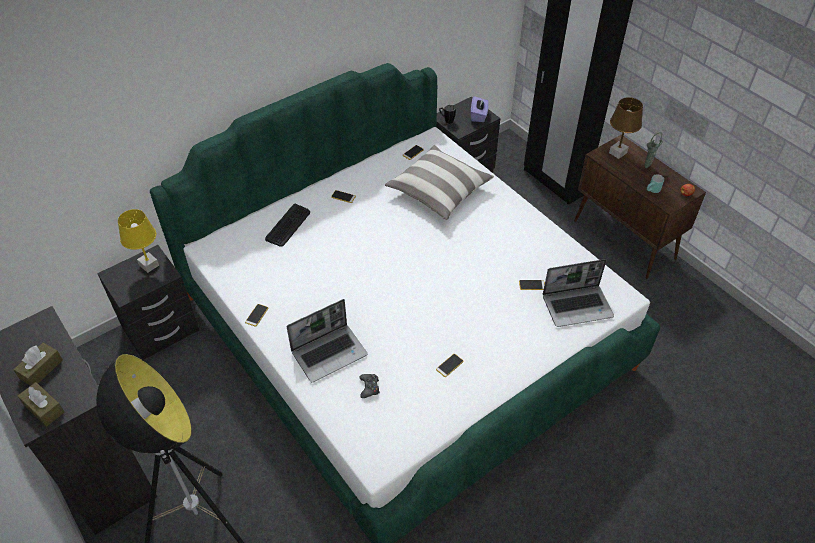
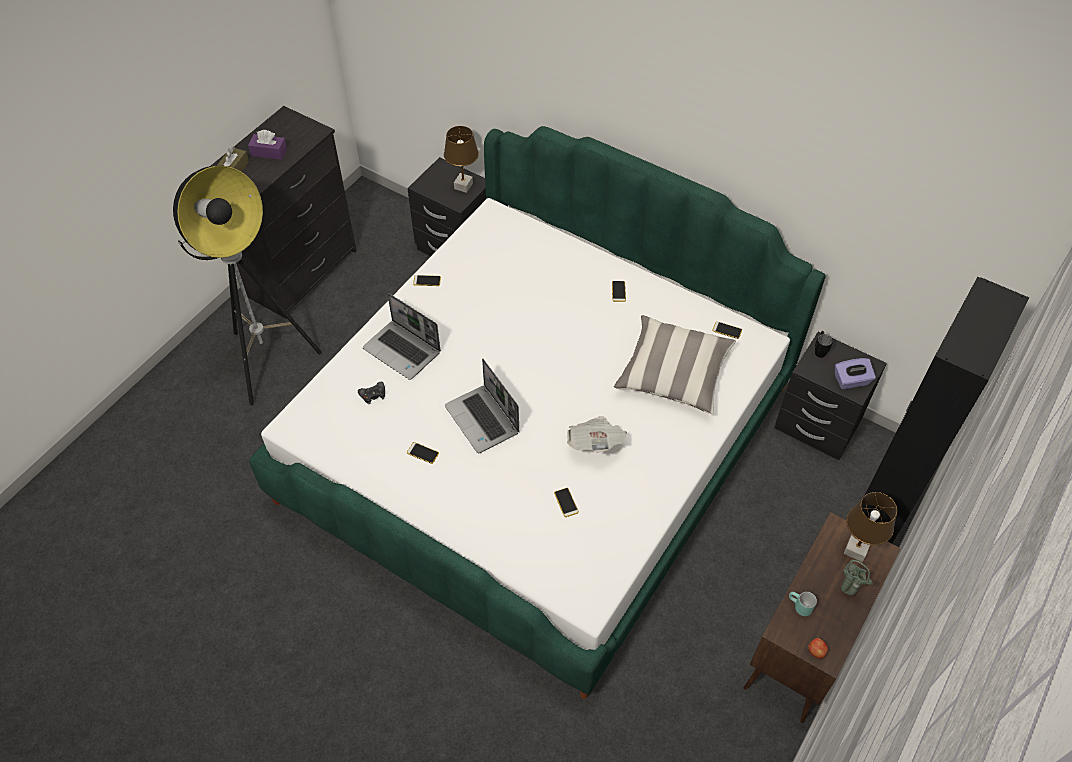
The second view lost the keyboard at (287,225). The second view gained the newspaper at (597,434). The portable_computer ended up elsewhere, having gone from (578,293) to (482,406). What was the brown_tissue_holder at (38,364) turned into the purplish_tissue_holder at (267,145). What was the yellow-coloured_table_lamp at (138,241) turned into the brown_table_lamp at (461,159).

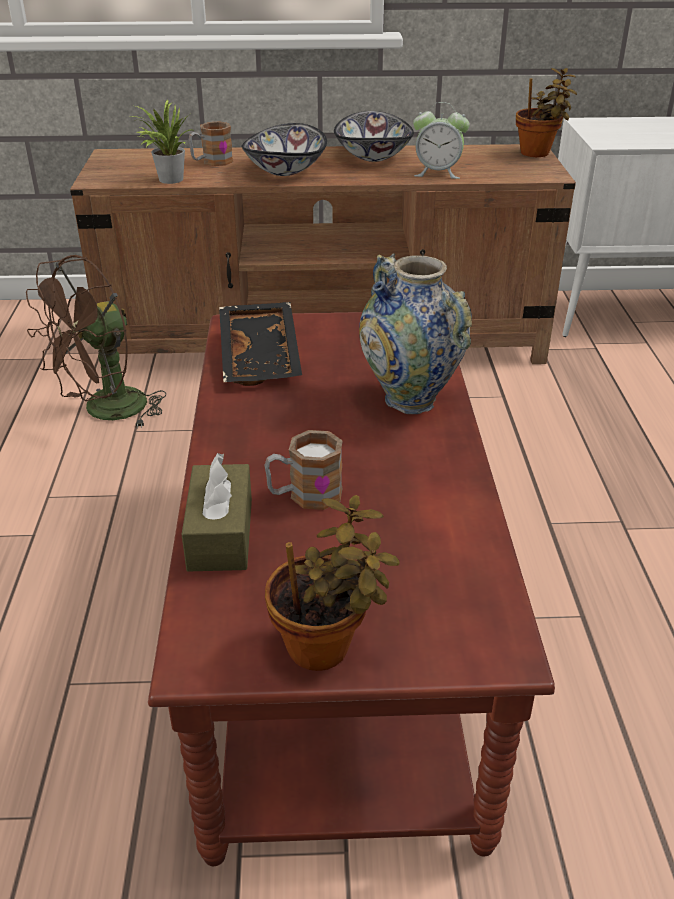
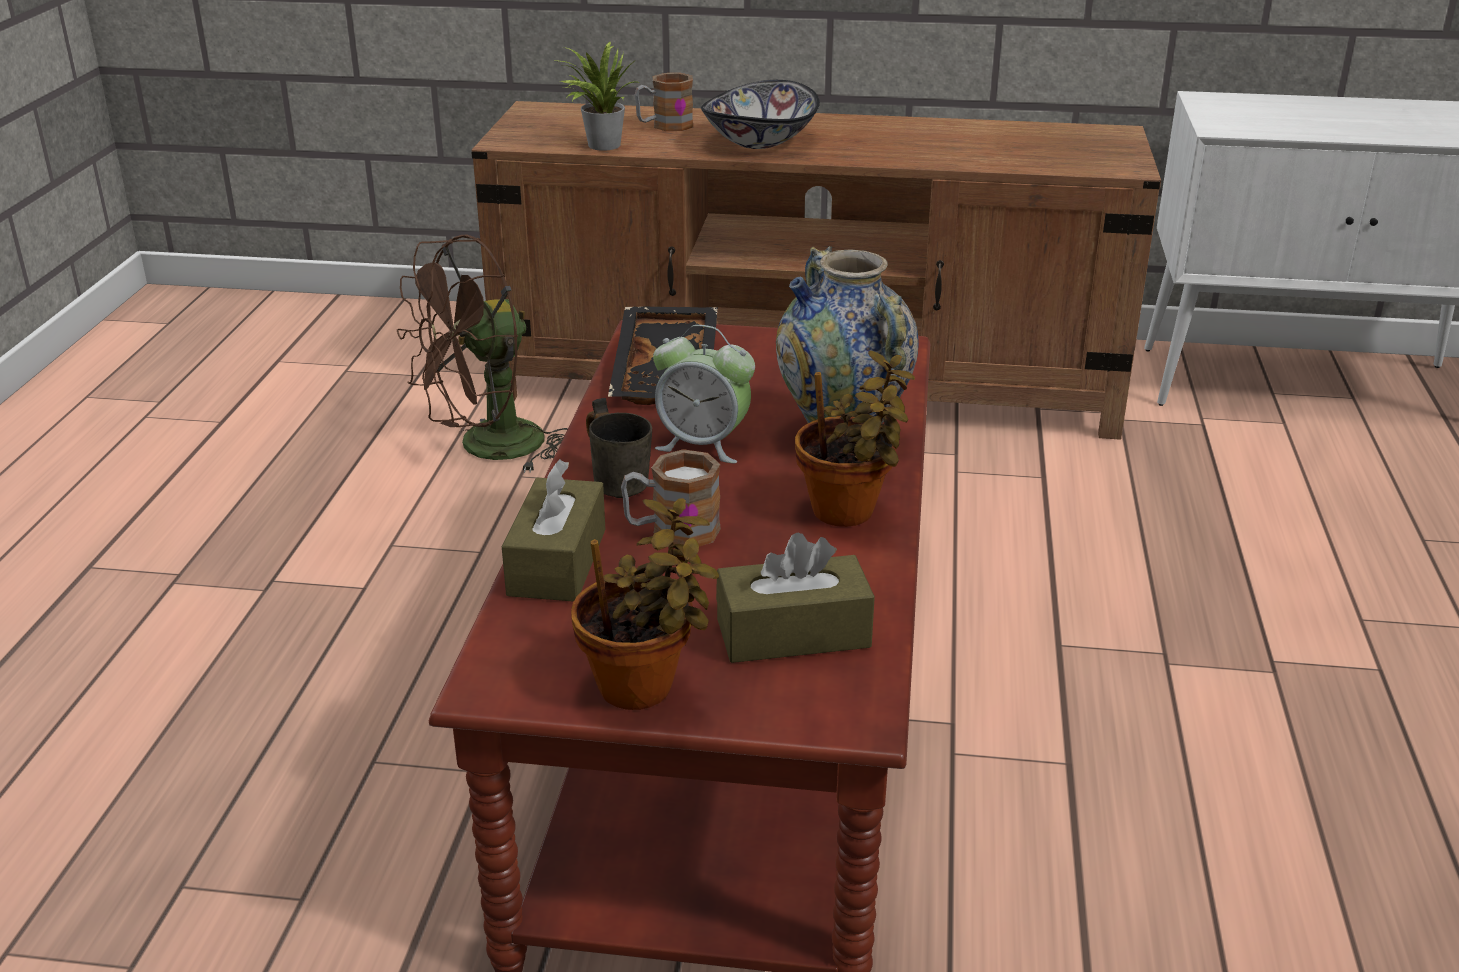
The second view lost the deep_dish at (374,136). The second view gained the gray_coffee_mug at (619,448). The second view gained the brown_tissue_holder at (795,597). The alarm_clock ended up elsewhere, having gone from (441,140) to (704,394). The potted_plant ended up elsewhere, having gone from (546,112) to (855,439).

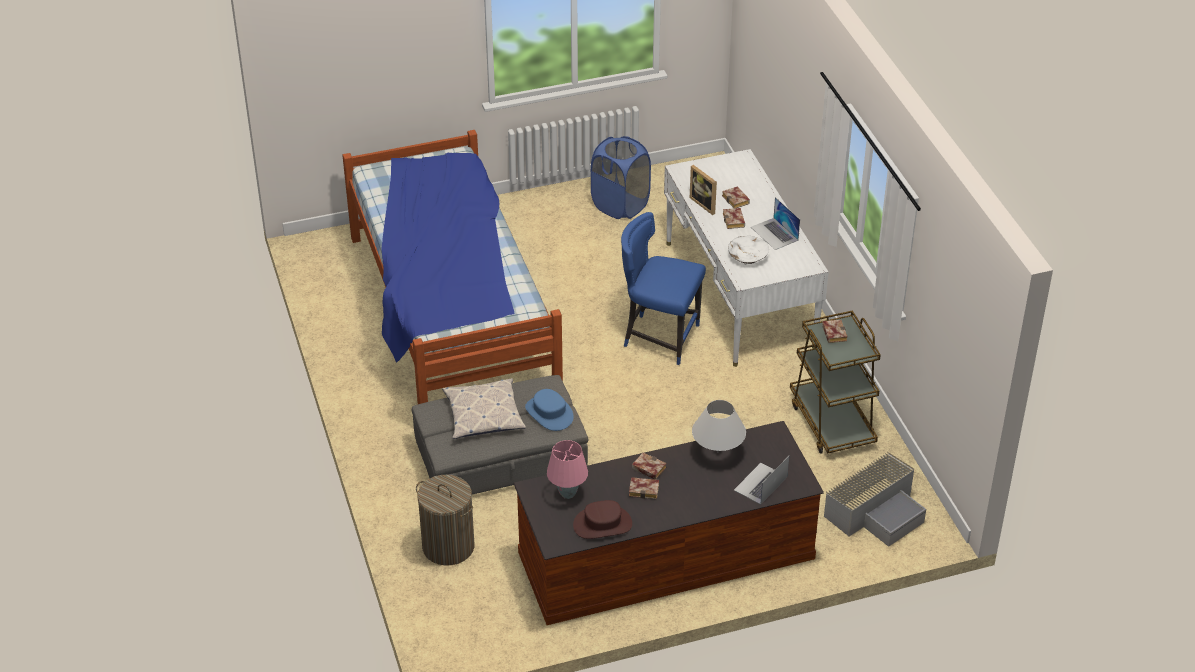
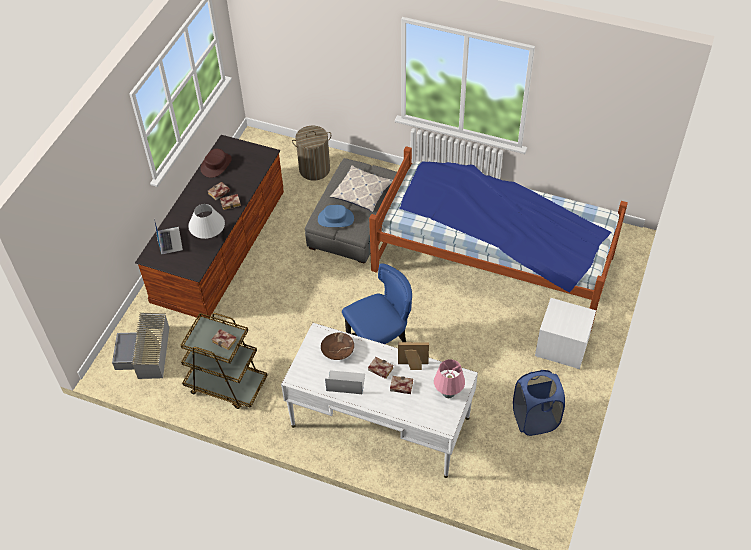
The second view gained the white-coloured_nightstand at (565,333). The pink_table_lamp ended up elsewhere, having gone from (567,469) to (449,378). What was the white-coloured_deep_dish at (748,250) turned into the brown_deep_dish at (337,346).

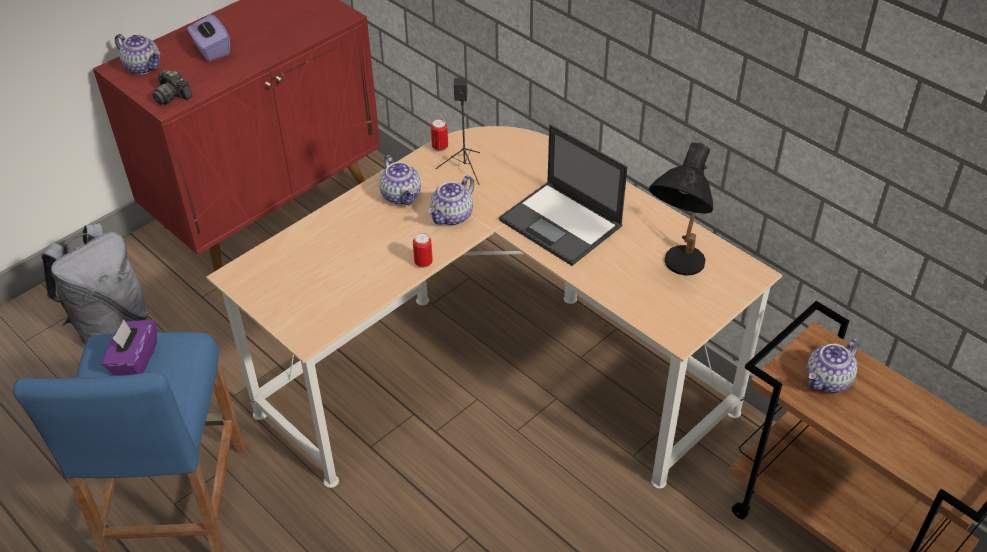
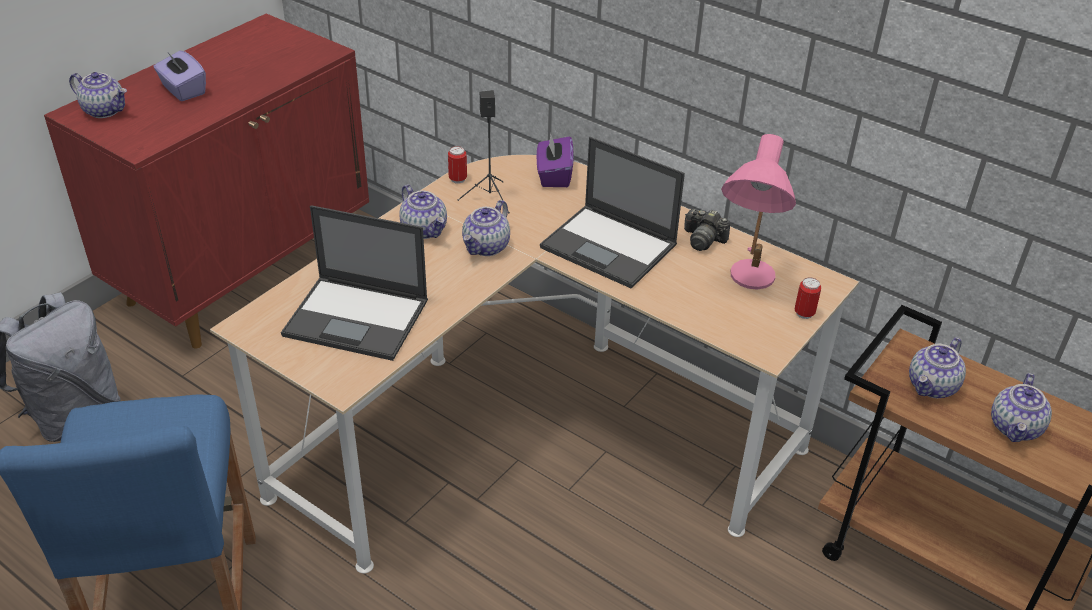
The second view gained the portable_computer at (354,283). The second view gained the teapot at (1021,407). The purplish_tissue_holder ended up elsewhere, having gone from (129,348) to (555,159). The still_camera ended up elsewhere, having gone from (173,87) to (707,230). The sealed_can ended up elsewhere, having gone from (423,250) to (808,298). What was the black-coloured_table_lamp at (681,209) turned into the pink_table_lamp at (758,212).

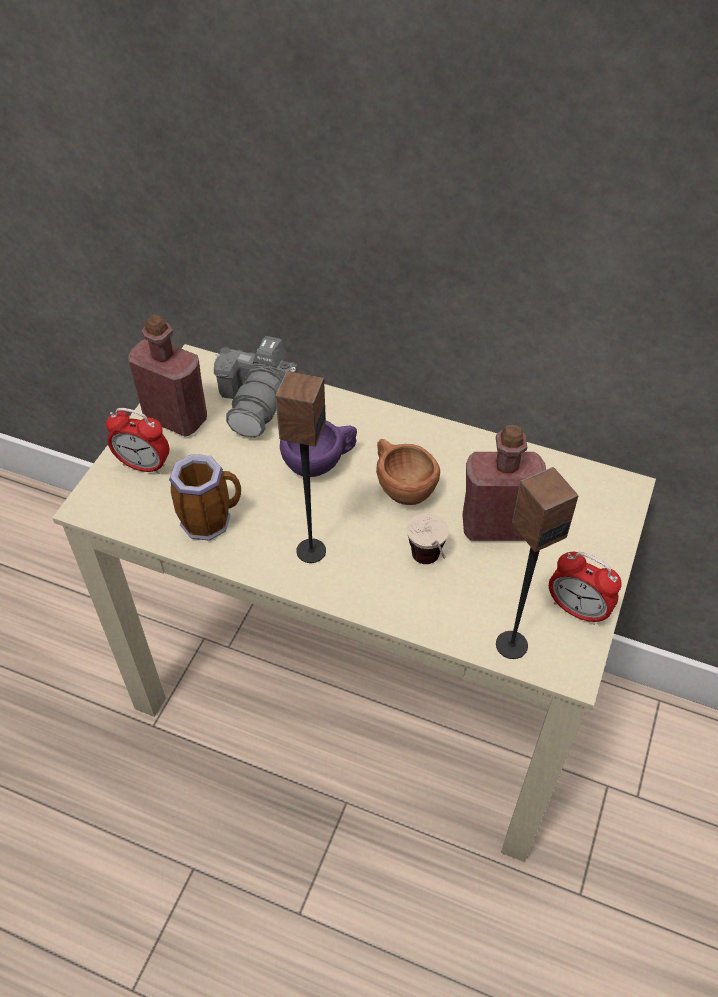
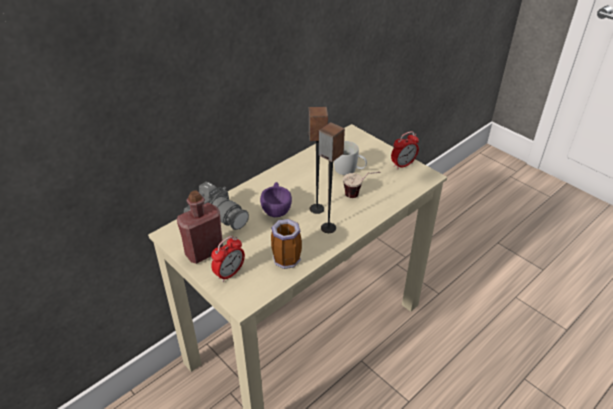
The second view lost the brown_small_cup at (408,472). The loudspeaker ended up elsewhere, having gone from (537,563) to (318,160). Where the reddish_beverage_bottle stood at (504,483), the white-coloured_coffee_mug came to stand at (350,158).

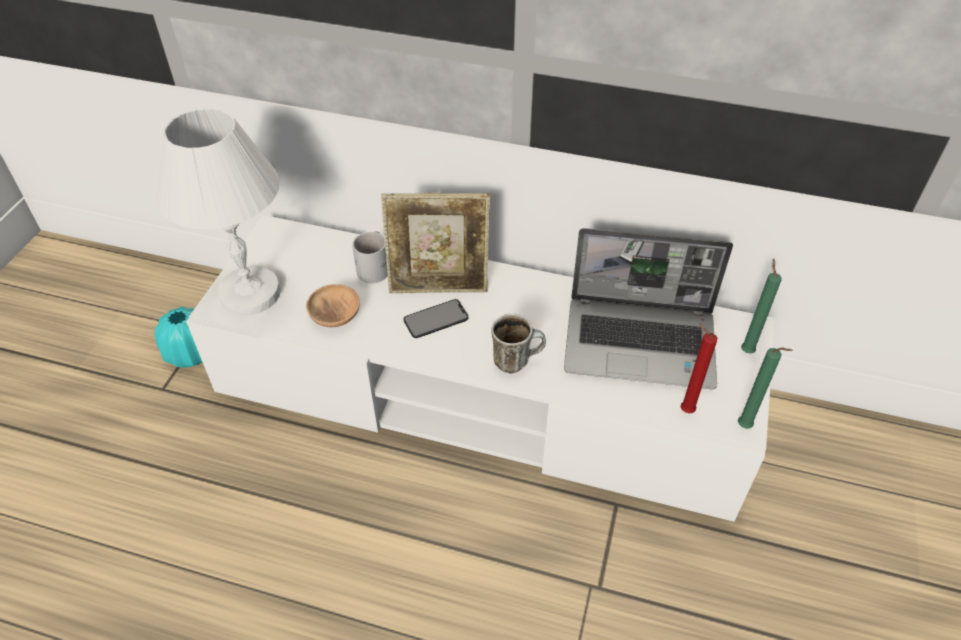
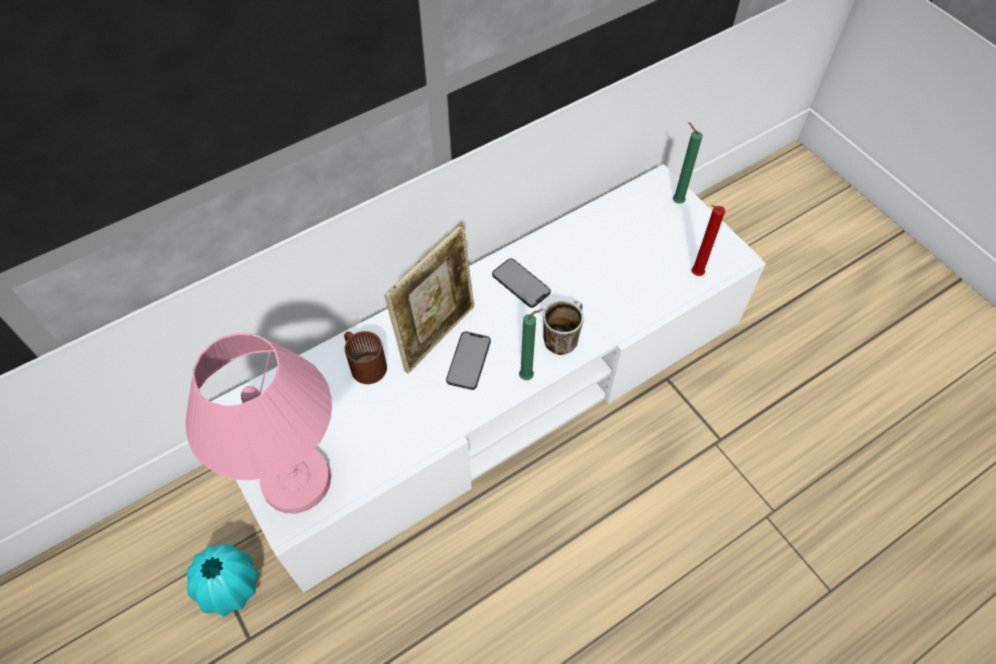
The second view lost the brown_deep_dish at (333,305). The second view lost the portable_computer at (648,308). The second view gained the phone at (521,283). The greenish_candle ended up elsewhere, having gone from (765,388) to (531,344). What was the white-coloured_table_lamp at (218,212) turned into the pink_table_lamp at (259,423). What was the white-coloured_coffee_mug at (370,257) turned into the brown_coffee_mug at (365,357).

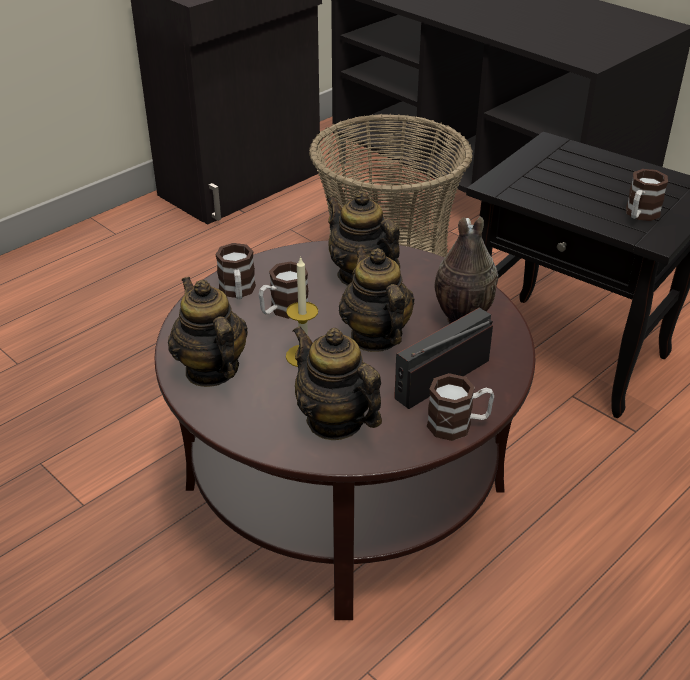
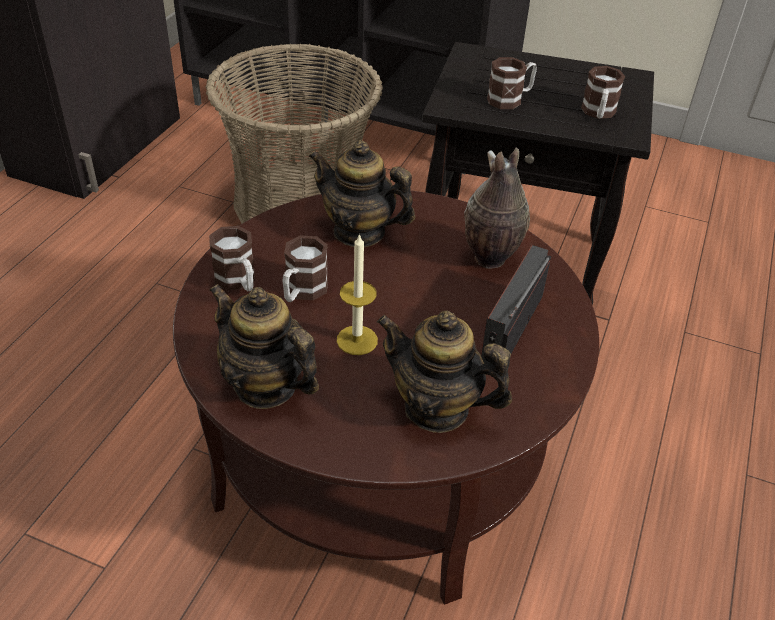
The second view lost the teapot at (376,299). The coffee_mug ended up elsewhere, having gone from (460,407) to (512,83).

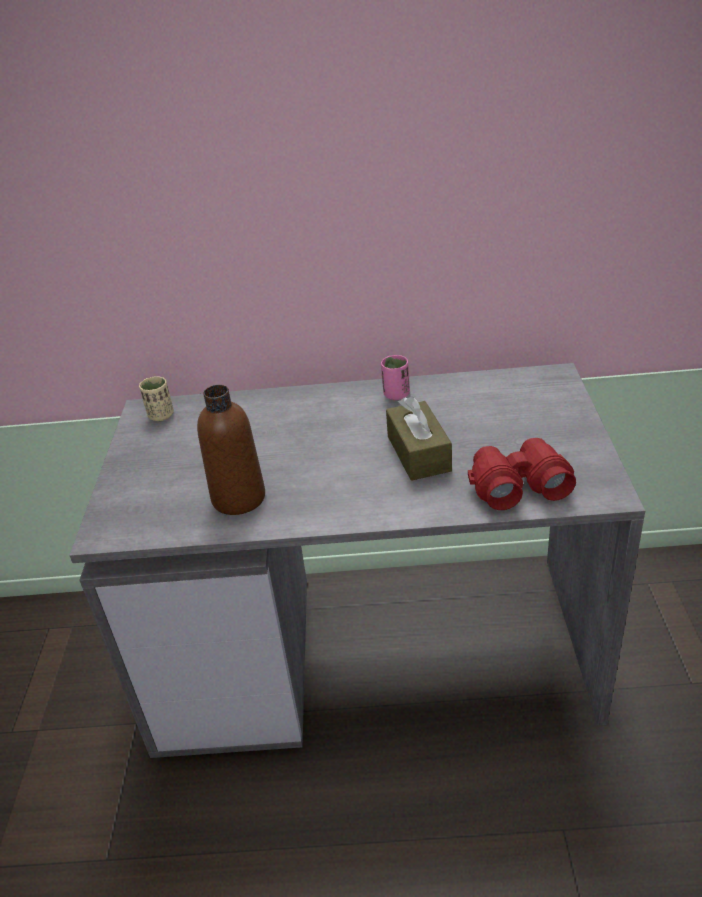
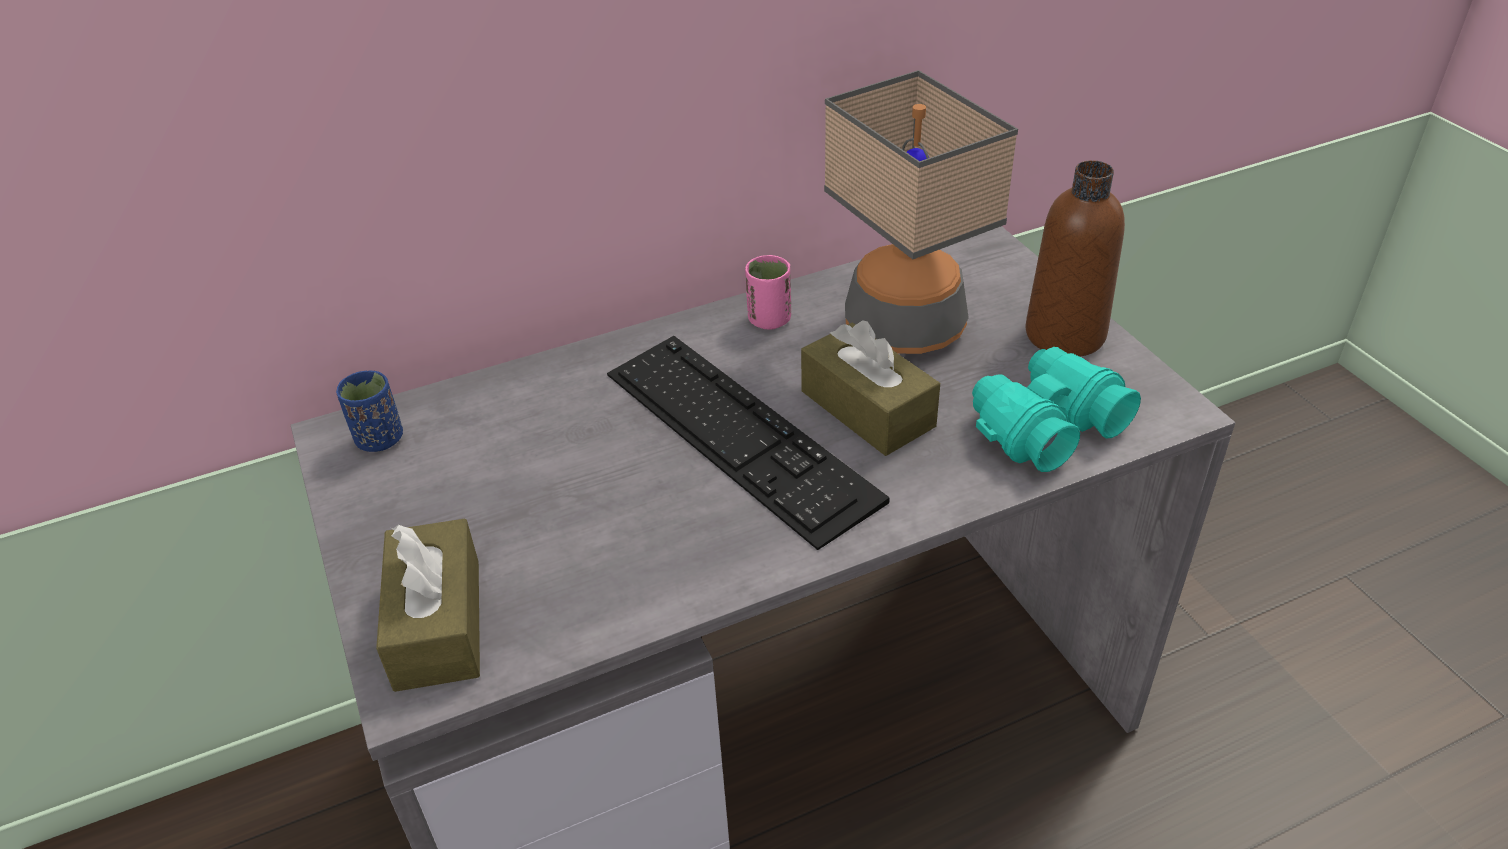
The second view gained the brown_tissue_holder at (428,605). The second view gained the keyboard at (748,443). The second view gained the table_lamp at (921,212). The brown_beverage_bottle ended up elsewhere, having gone from (231,450) to (1075,258). What was the beige-coloured_small_cup at (156,398) turned into the blue_small_cup at (369,411). What was the reddish_binoculars at (522,474) turned into the blue-green_binoculars at (1056,409).

